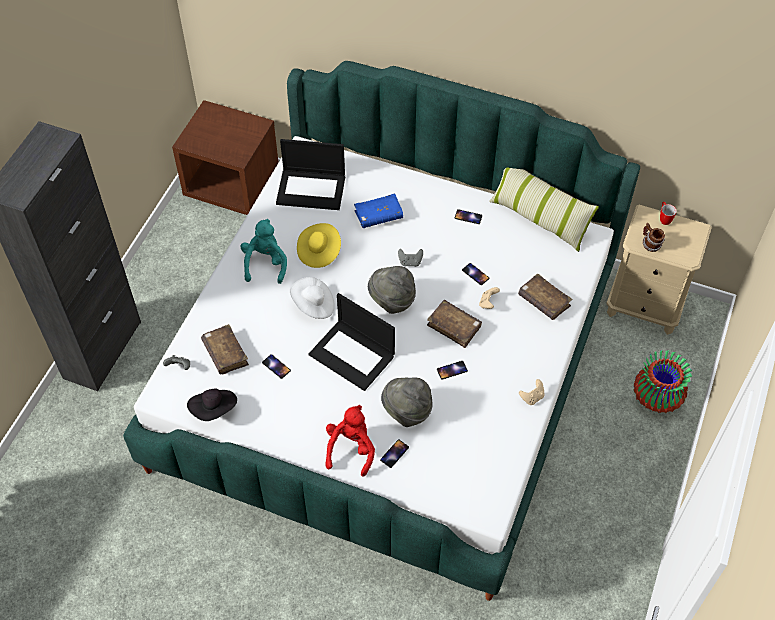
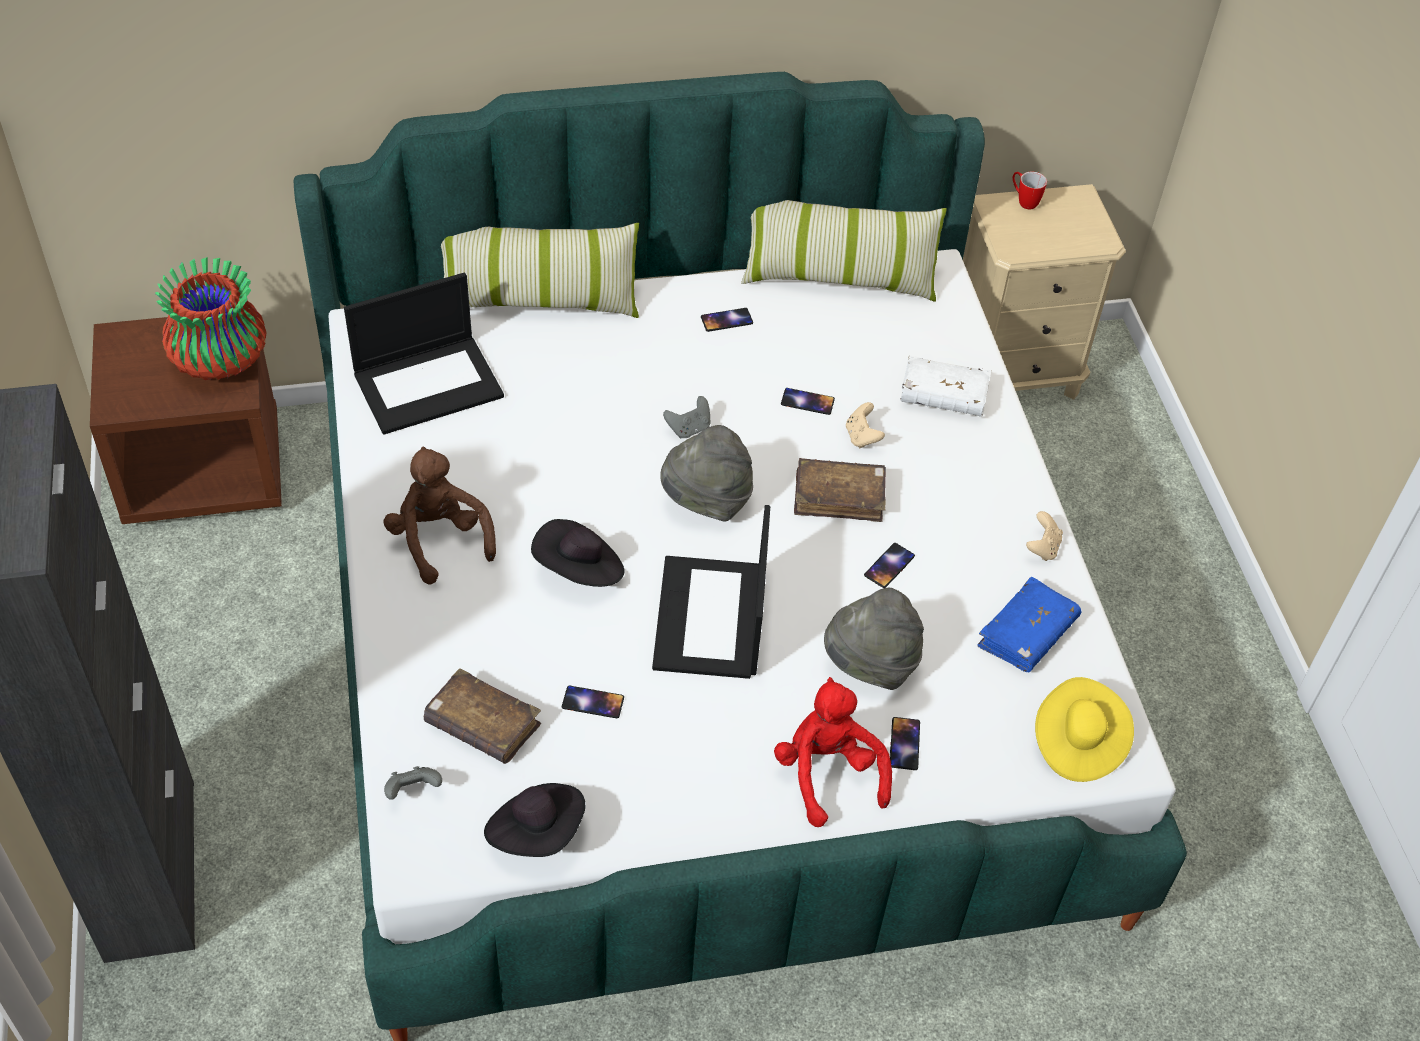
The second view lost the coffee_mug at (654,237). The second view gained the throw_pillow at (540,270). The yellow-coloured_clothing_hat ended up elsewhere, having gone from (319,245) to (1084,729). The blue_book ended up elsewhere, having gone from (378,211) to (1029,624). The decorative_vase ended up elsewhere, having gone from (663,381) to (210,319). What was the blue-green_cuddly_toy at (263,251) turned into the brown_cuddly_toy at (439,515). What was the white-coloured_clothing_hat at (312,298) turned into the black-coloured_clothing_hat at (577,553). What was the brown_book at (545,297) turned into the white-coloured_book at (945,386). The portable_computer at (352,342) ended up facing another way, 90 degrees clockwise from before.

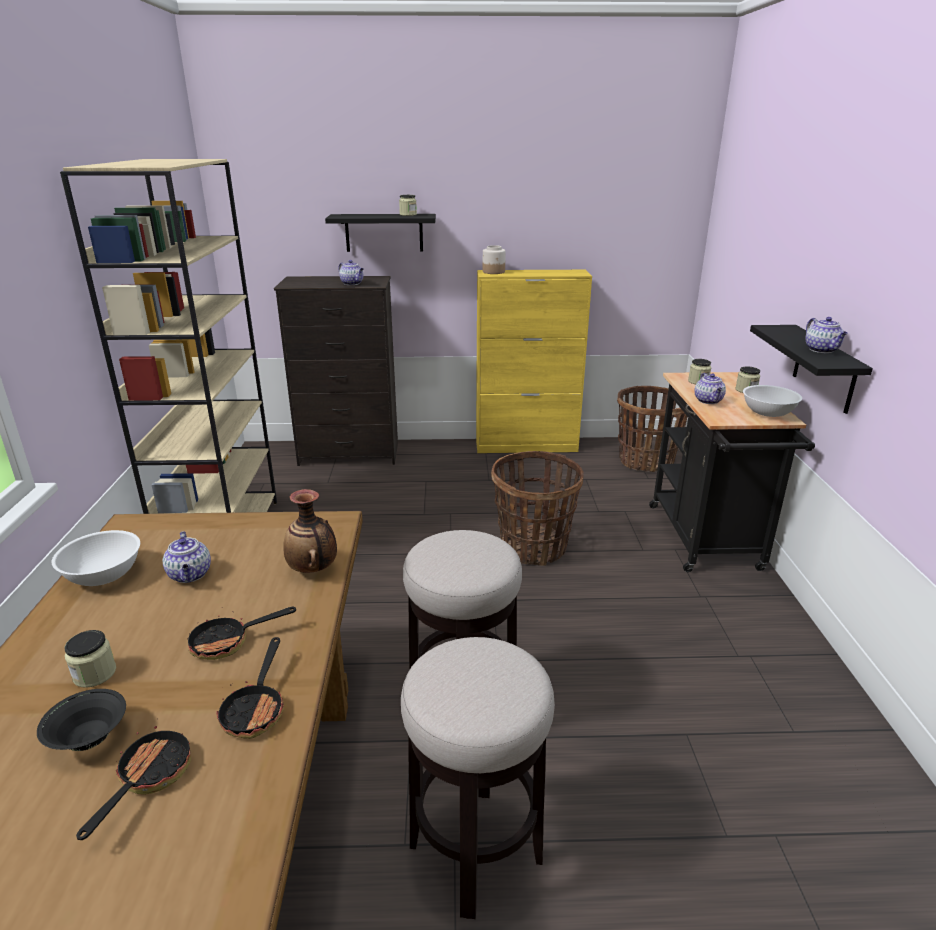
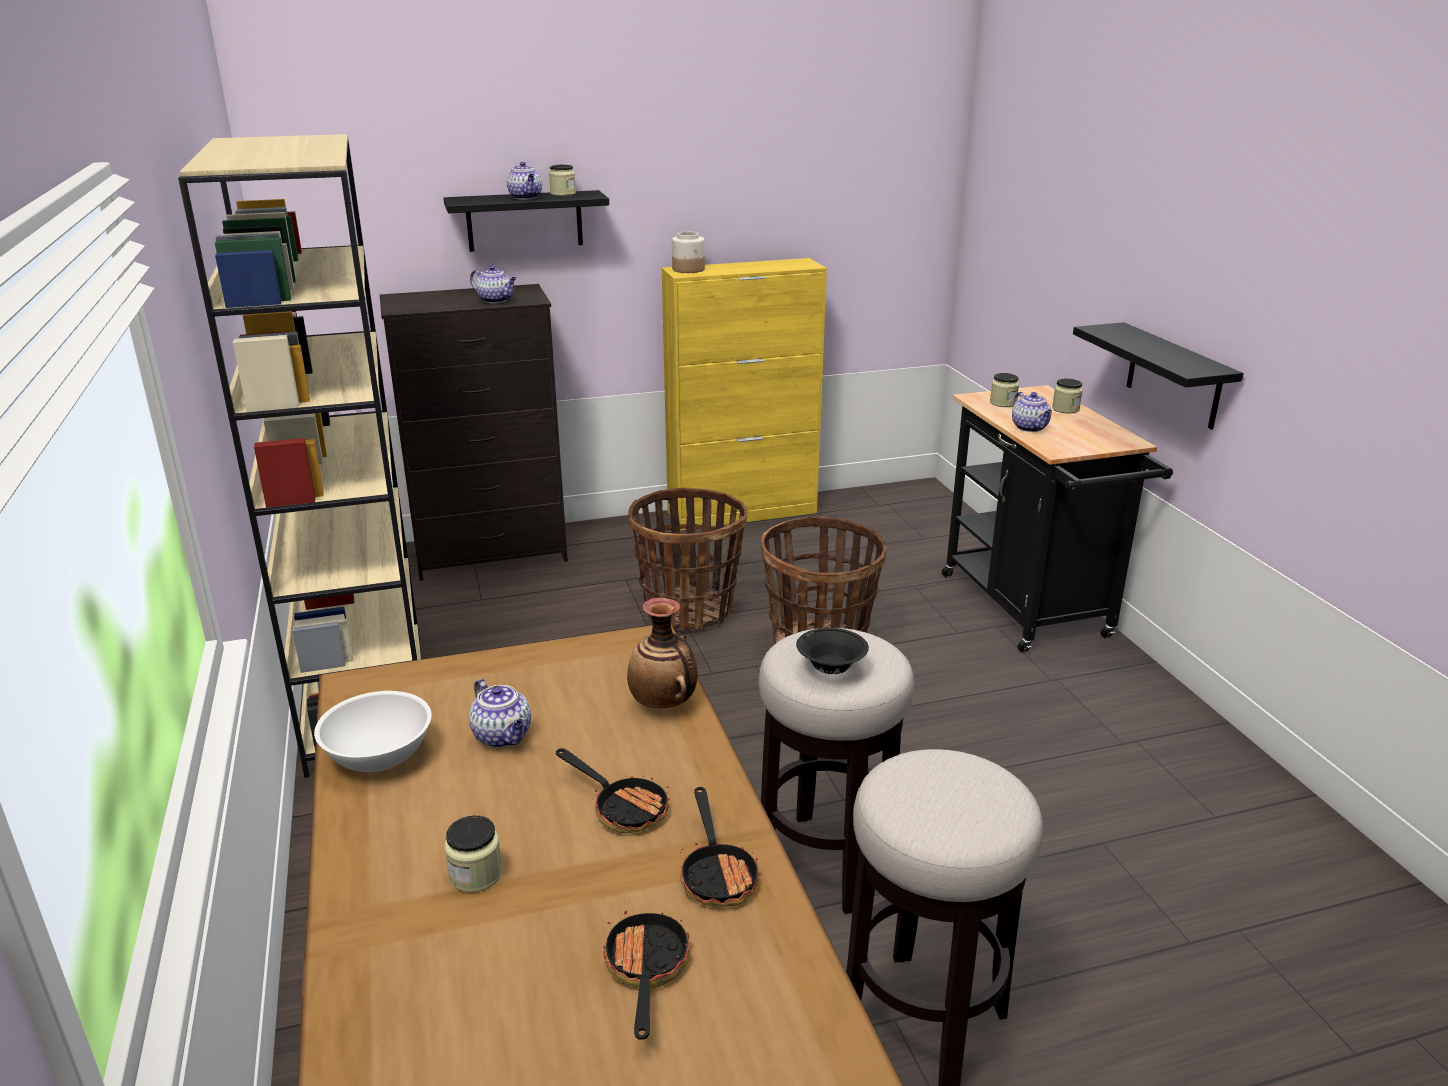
The second view lost the white-coloured_deep_dish at (772,401). The black-coloured_deep_dish ended up elsewhere, having gone from (81,720) to (832,651). The storage_basket ended up elsewhere, having gone from (652,429) to (688,559). The teapot ended up elsewhere, having gone from (827,335) to (524,180). The pan at (242,633) ended up facing another way, 105 degrees counterclockwise from before.

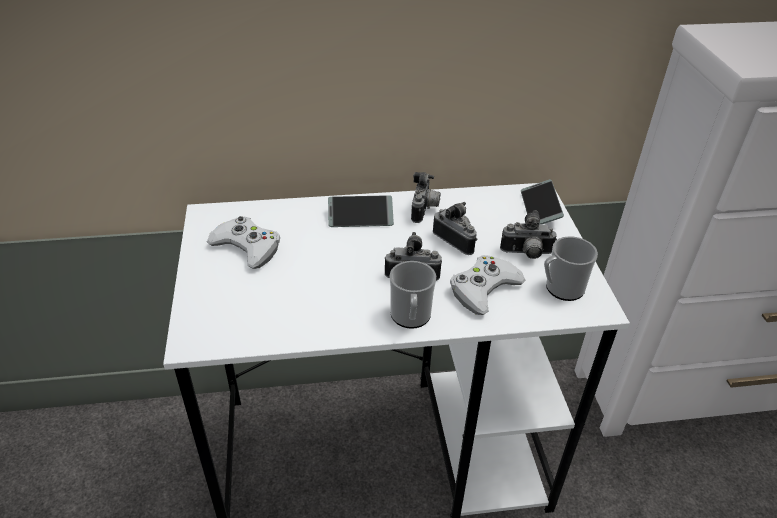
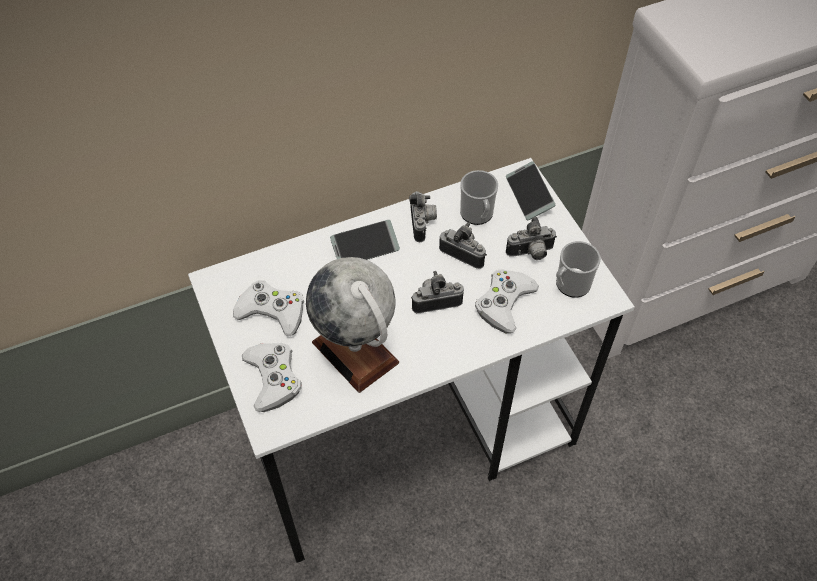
The second view gained the white-coloured_gamepad at (272,377). The second view gained the world_globe at (352,325). The coffee_mug ended up elsewhere, having gone from (413,295) to (479,197).

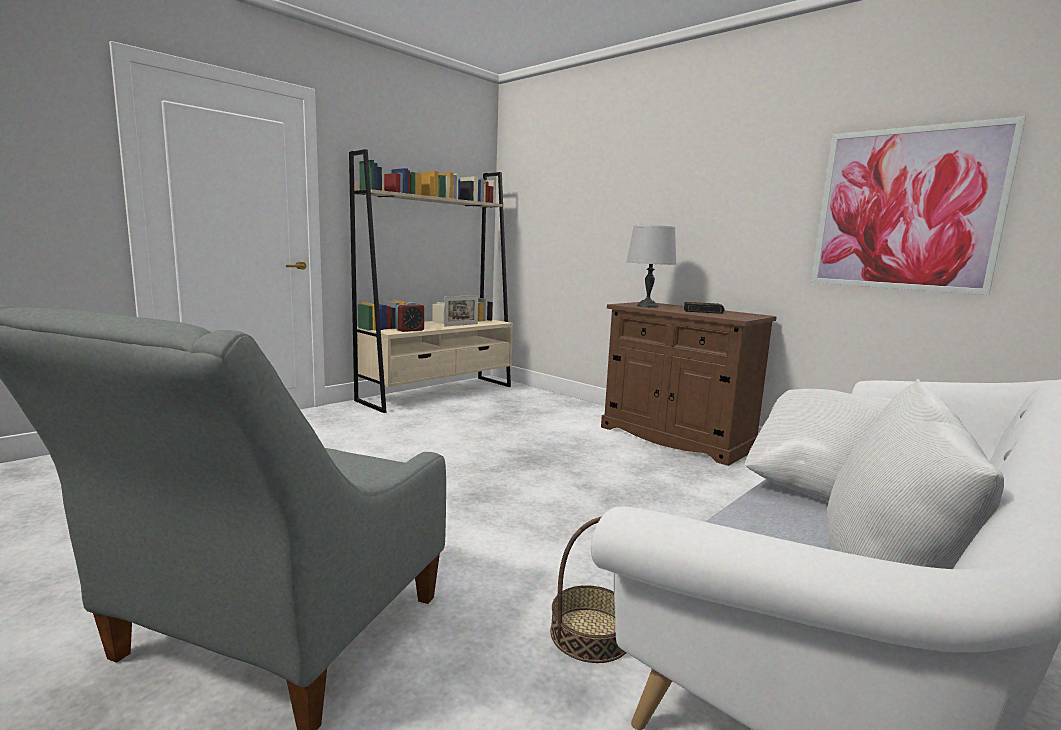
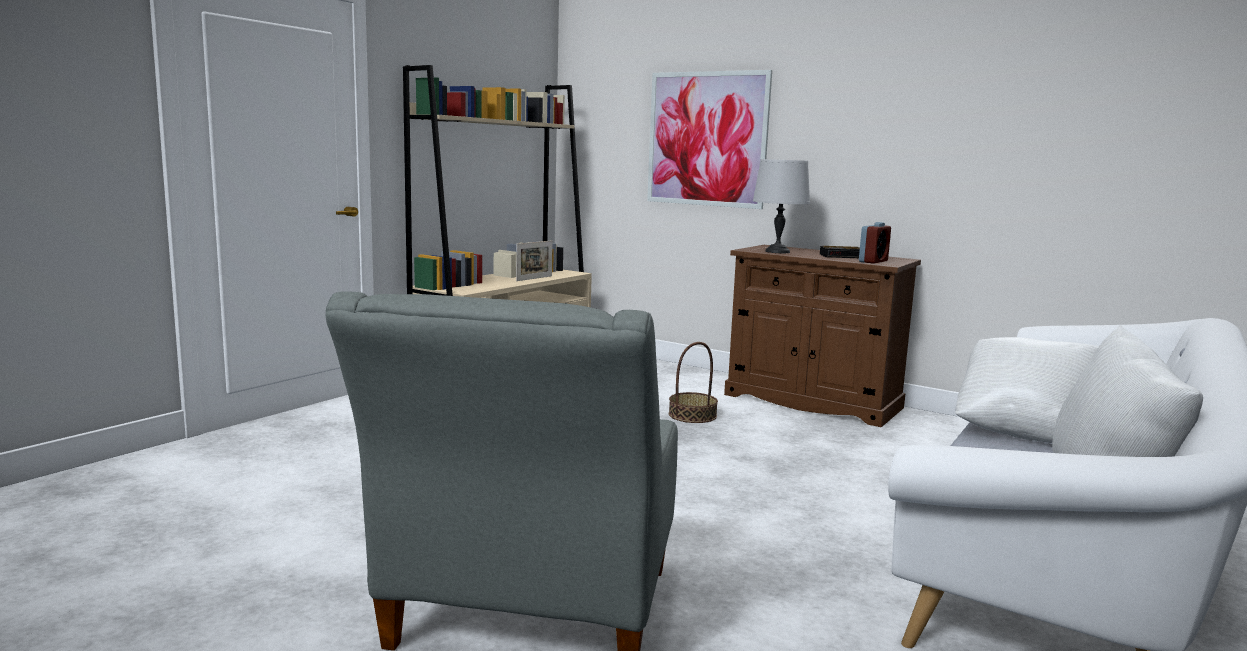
The alarm_clock ended up elsewhere, having gone from (410,317) to (875,243). The storage_basket ended up elsewhere, having gone from (588,590) to (693,382). The wall_art ended up elsewhere, having gone from (918,205) to (709,139).

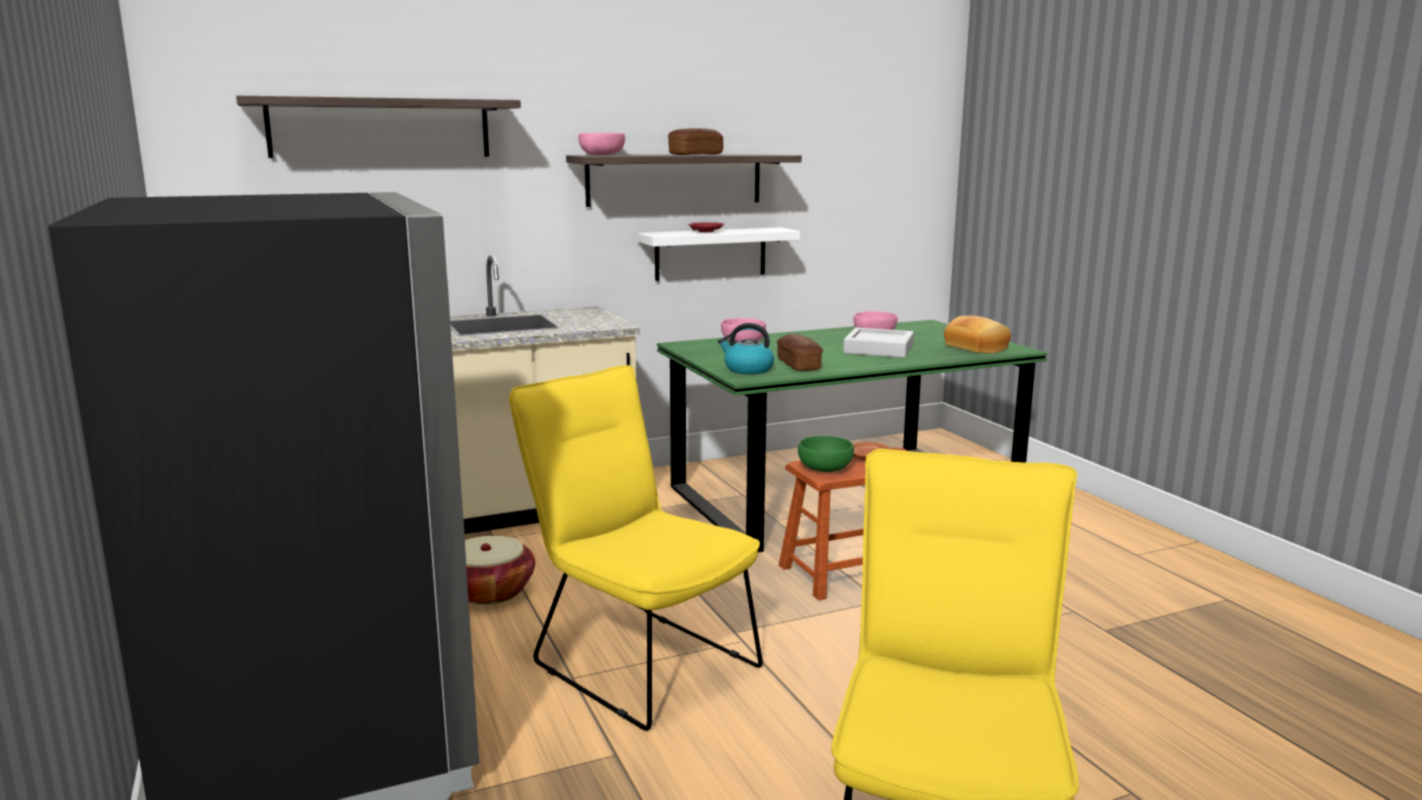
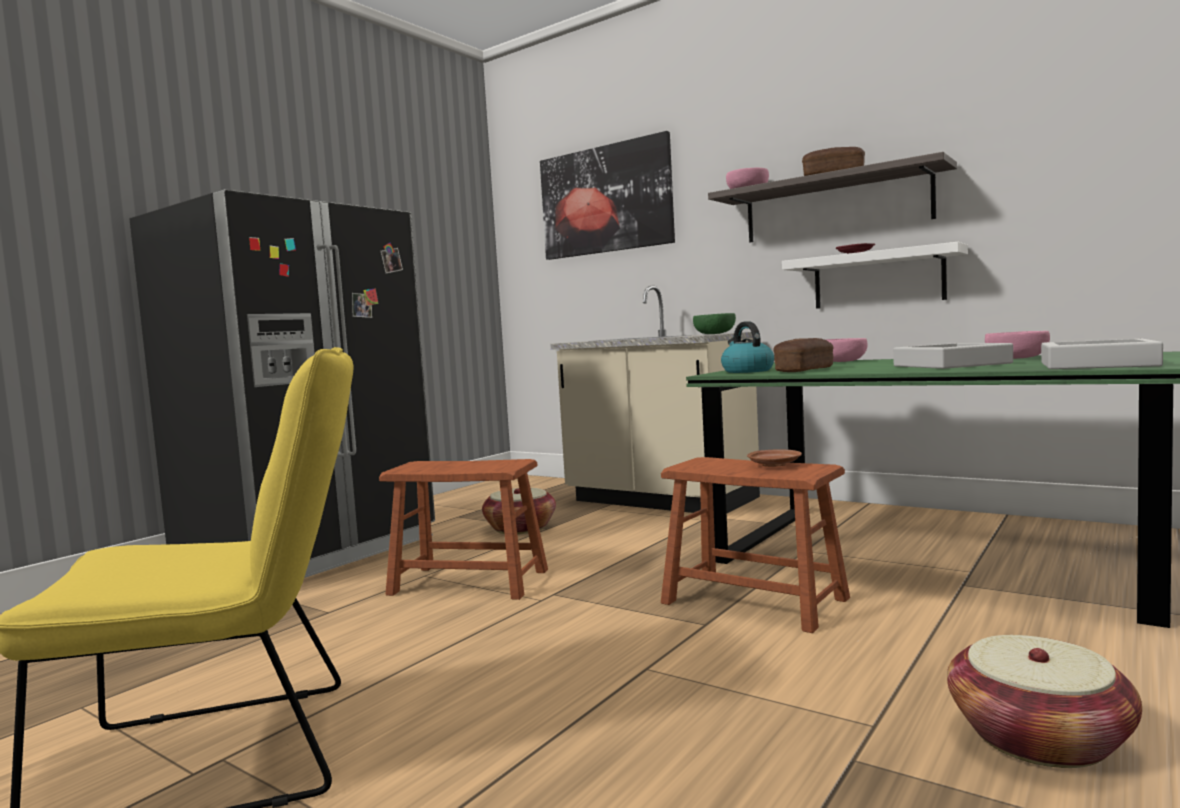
The second view gained the storage_basket at (1044,701). The greenish_deep_dish ended up elsewhere, having gone from (826,454) to (714,323). Where the shelf hung at (378,127), the wall_art came to hang at (607,195). Where the yellow-coloured_chair stood at (636,548), the brown_stool_seat came to stand at (463,529). Where the baked_bread stood at (977,335), the gray_carrying_tray came to stand at (1102,354).

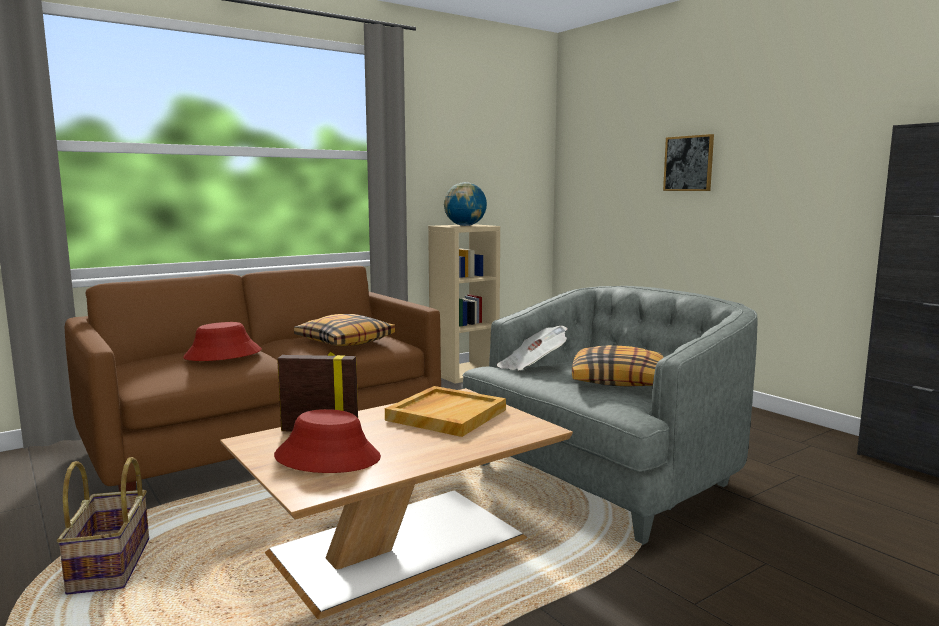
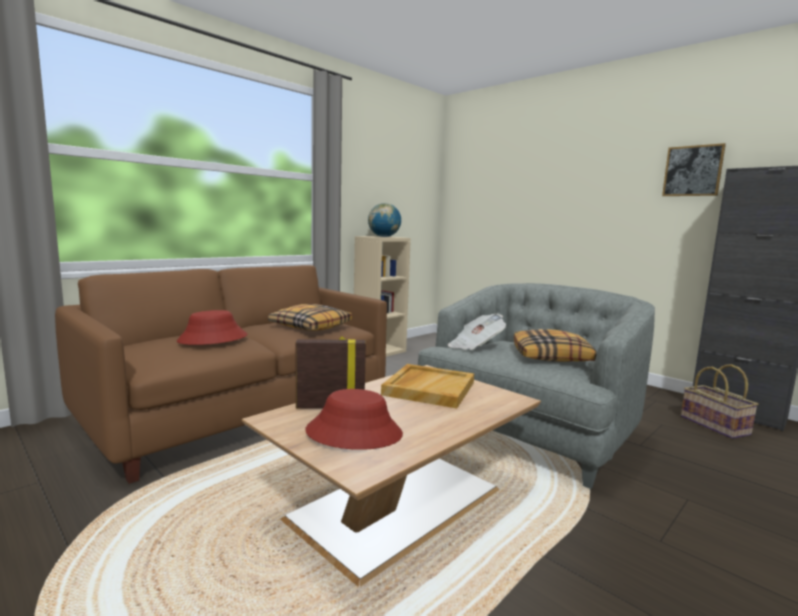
The storage_basket ended up elsewhere, having gone from (103,525) to (720,401). The wall_art ended up elsewhere, having gone from (688,162) to (694,169).

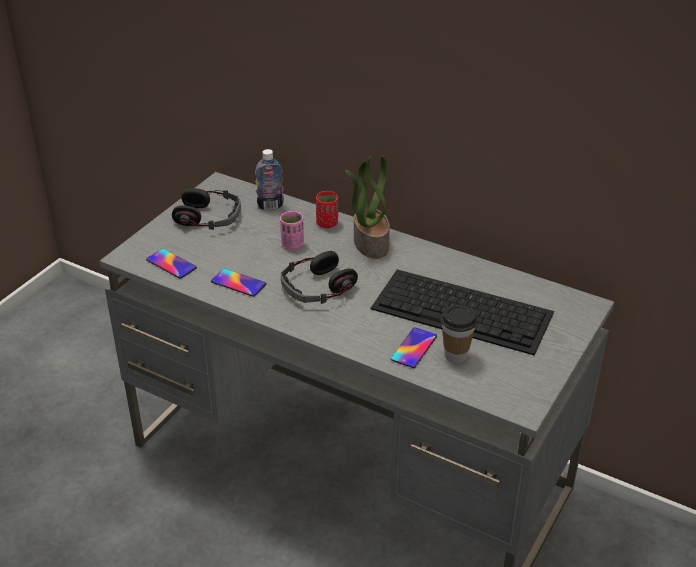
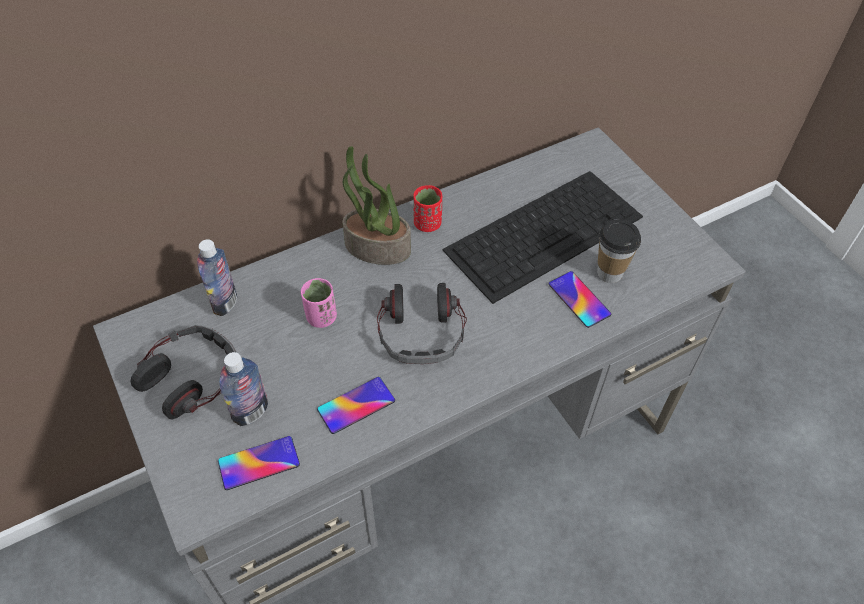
The second view gained the beverage_bottle at (244,389). The reddish_small_cup ended up elsewhere, having gone from (327,209) to (427,208).

